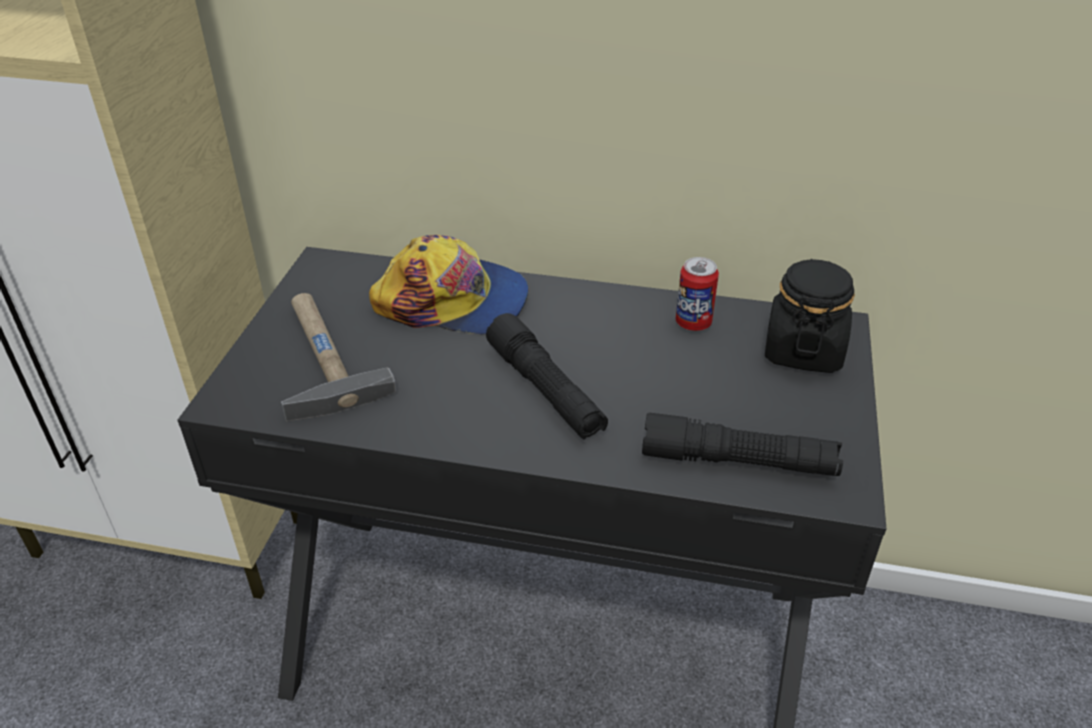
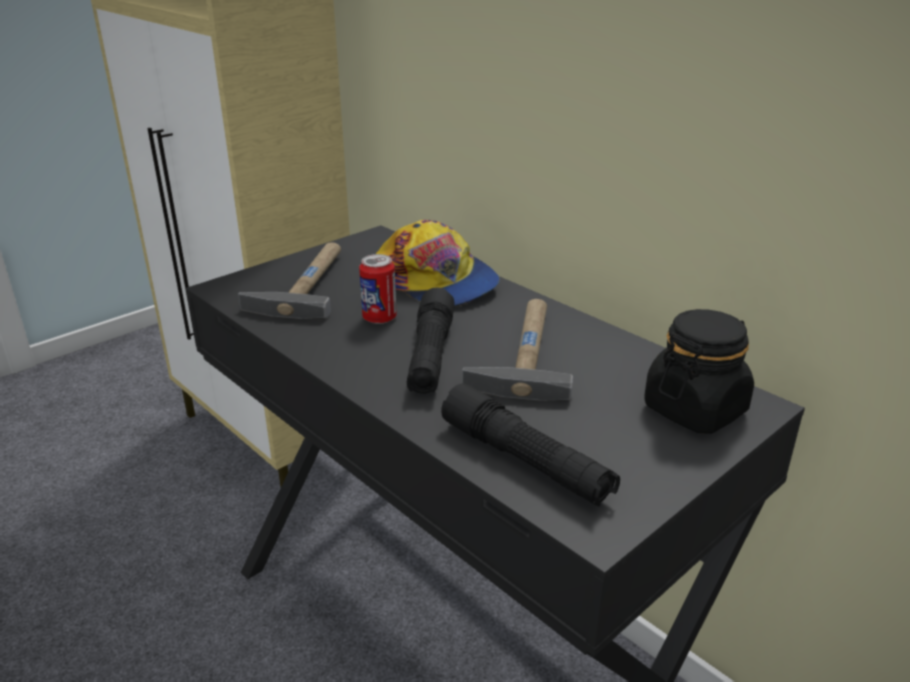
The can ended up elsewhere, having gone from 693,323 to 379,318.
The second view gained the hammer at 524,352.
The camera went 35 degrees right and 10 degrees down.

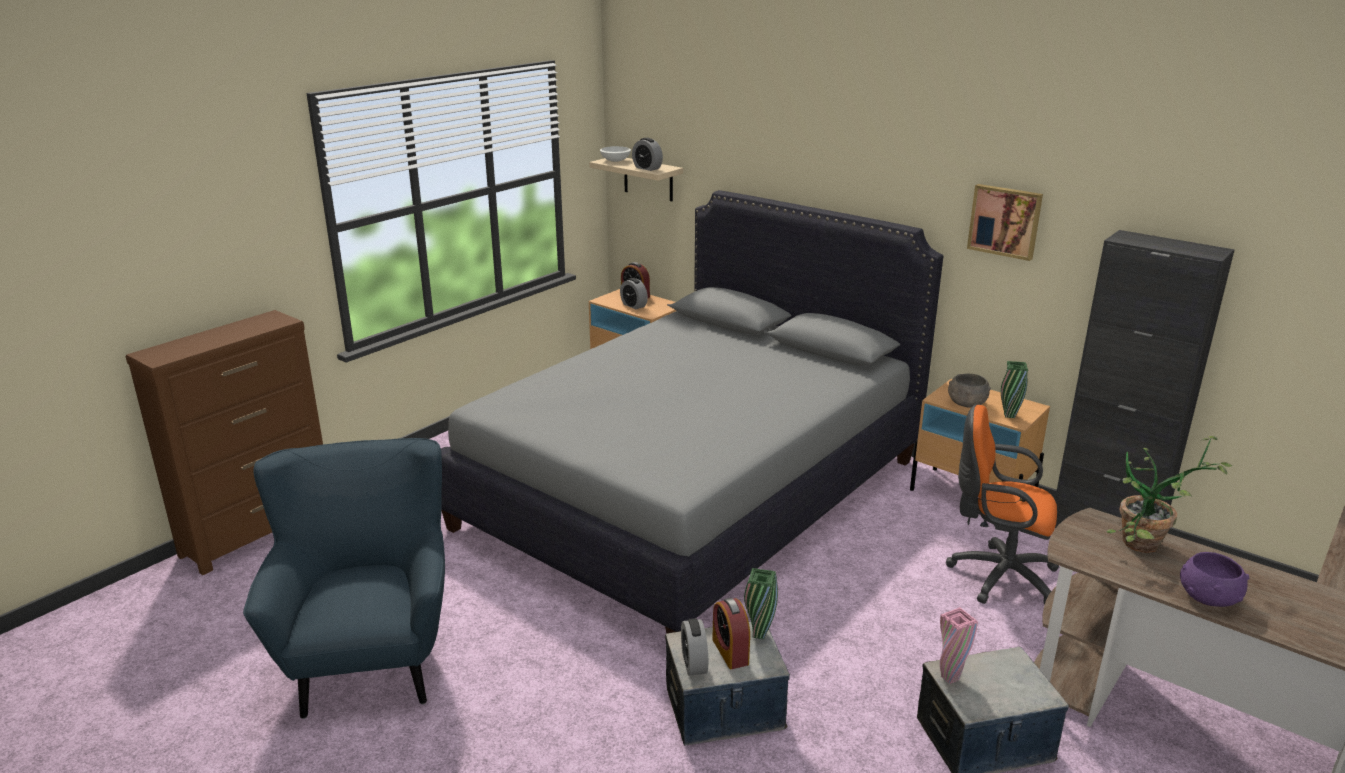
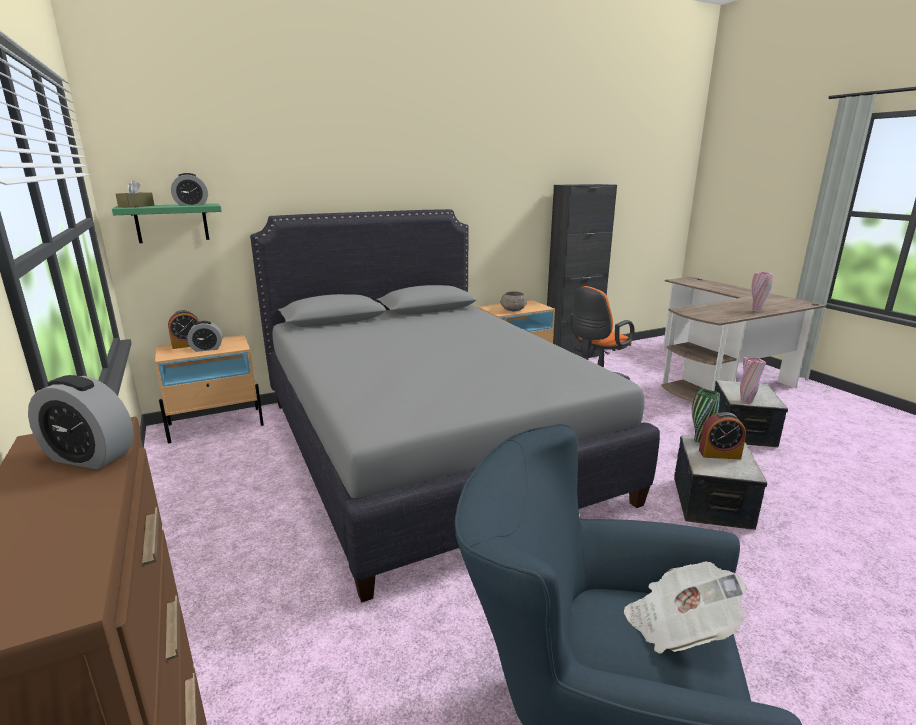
The alarm clock ended up elsewhere, having gone from 694,663 to 90,457.
What was the shelf (beige) at 648,179 turned into the shelf (green) at 172,223.
Where the bowl (white) stood at 616,160, the tissue box (brown) came to stand at 136,206.
The second view gained the newspaper at 678,626.
Where the bowl (purple) stood at 1208,597, the vase (pink) came to stand at 756,310.
The second view lost the picture at 1005,221.
The second view lost the vase (green) at 1009,415.
The second view lost the potted plant at 1146,549.
The camera went 65 degrees left and 5 degrees down.

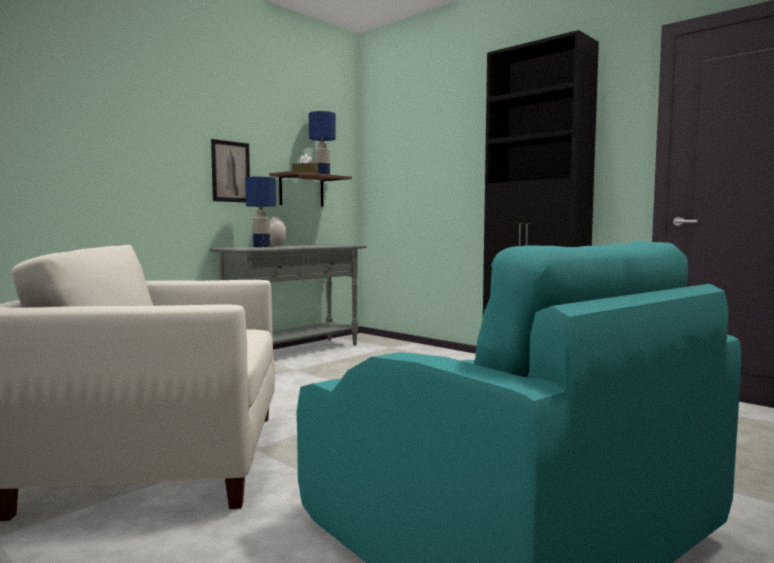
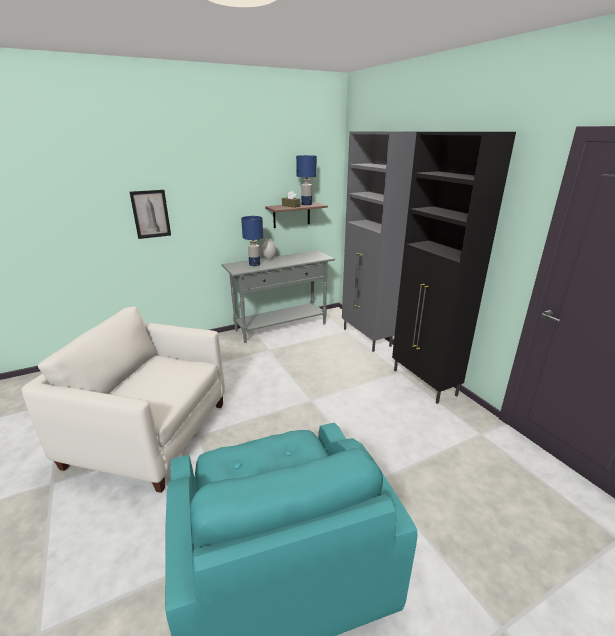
The picture ended up elsewhere, having gone from 230,171 to 151,214.
The second view gained the cabinet (grey) at 366,338.
The camera went 20 degrees right and 20 degrees up.

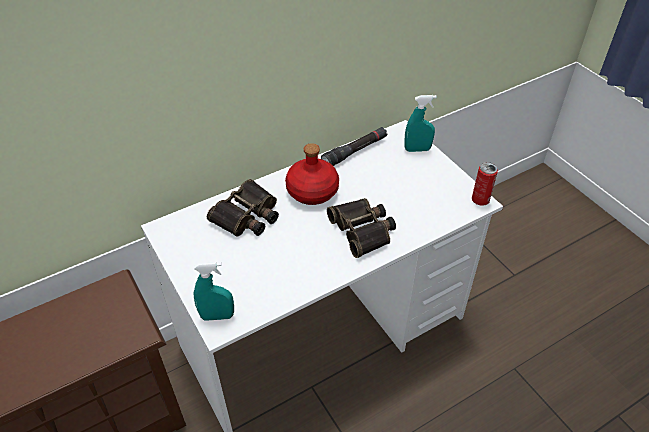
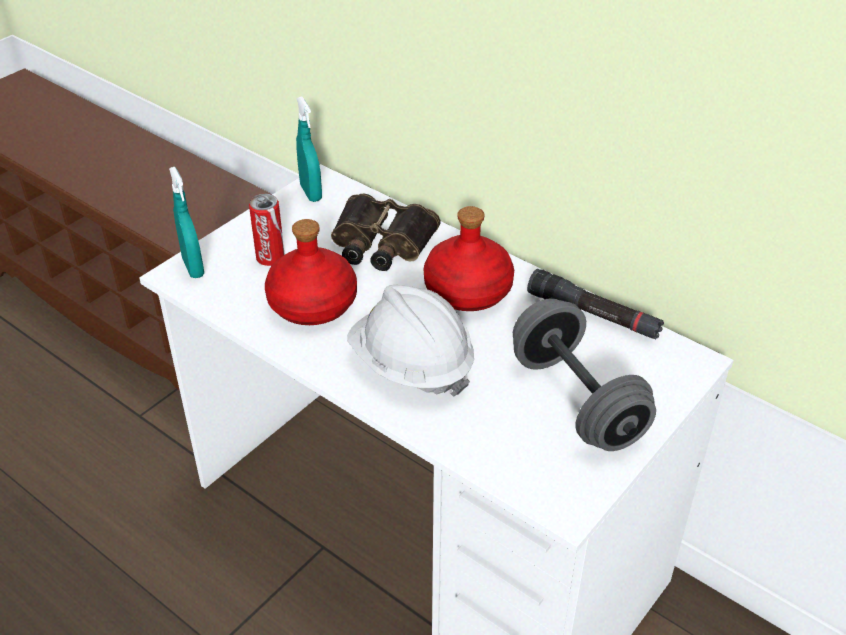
The can ended up elsewhere, having gone from 480,200 to 270,258.
The second view gained the bottle (red) at 311,304.
The spray bottle (turquoise) ended up elsewhere, having gone from 417,149 to 311,193.
Where the binoculars stood at 363,230, the hard hat (white) came to stand at 411,366.
The second view gained the dumbbell (grey) at 577,400.
The camera went 70 degrees right and 5 degrees down.

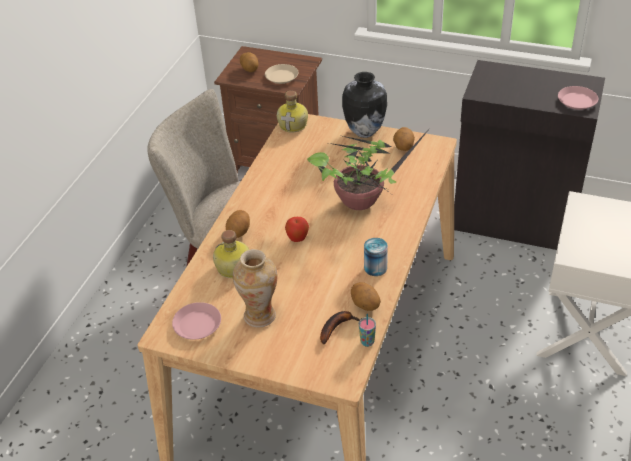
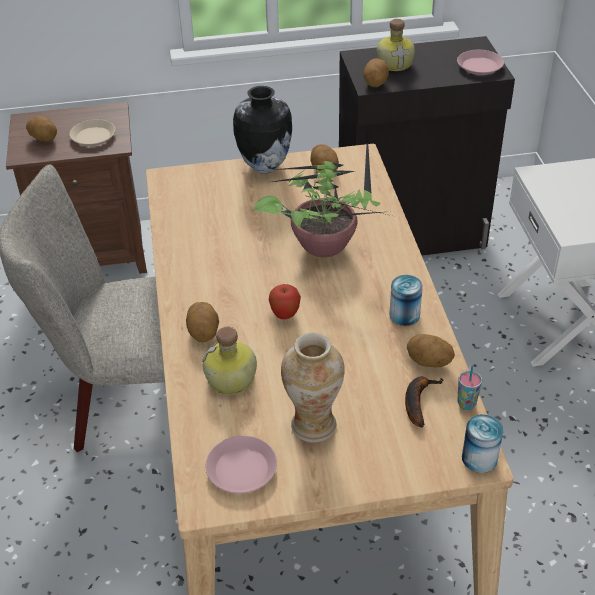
The second view gained the potato at 375,83.
The bottle ended up elsewhere, having gone from 294,125 to 395,63.
The second view gained the can at 479,458.
The camera went 30 degrees left and 0 degrees up.

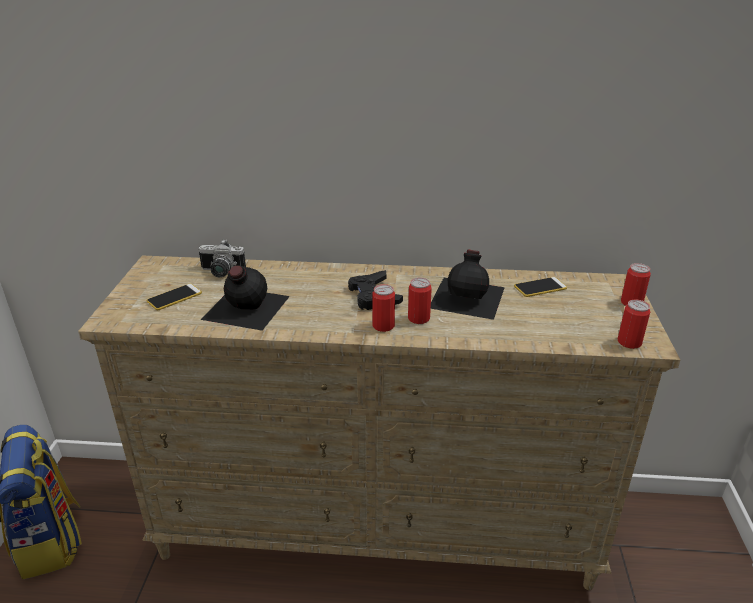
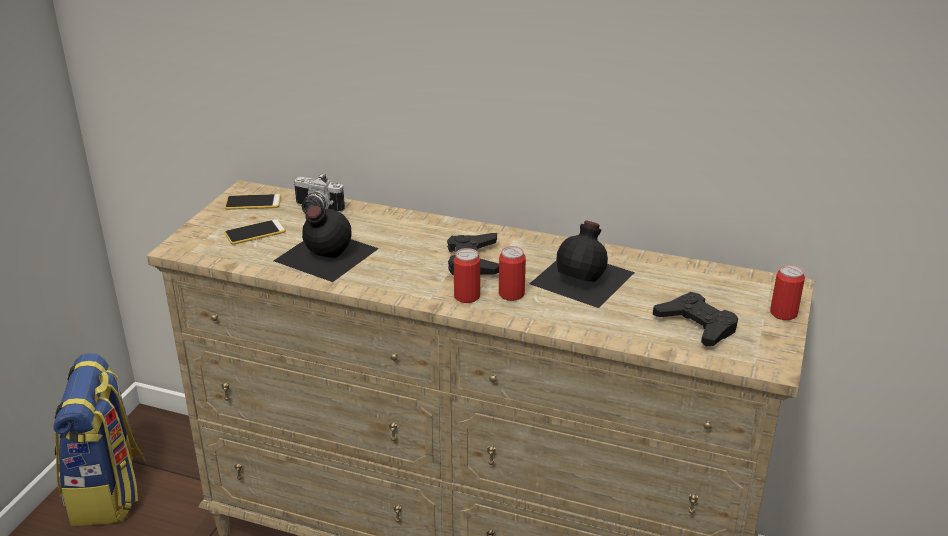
The phone ended up elsewhere, having gone from 540,287 to 253,203.
The second view gained the game controller (black) at 697,325.
The second view lost the can at 629,342.
The camera went 15 degrees right and 0 degrees up.

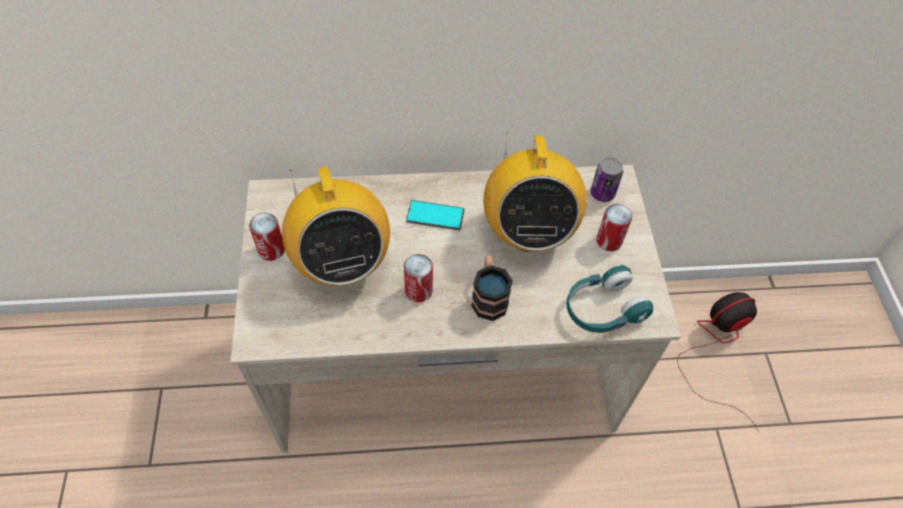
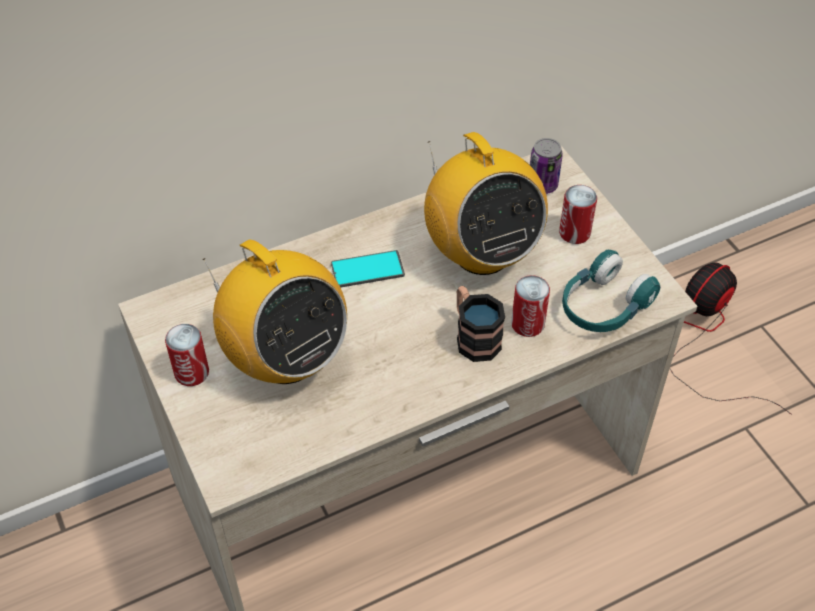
The can ended up elsewhere, having gone from 418,291 to 527,324.
The camera went 20 degrees left and 5 degrees down.

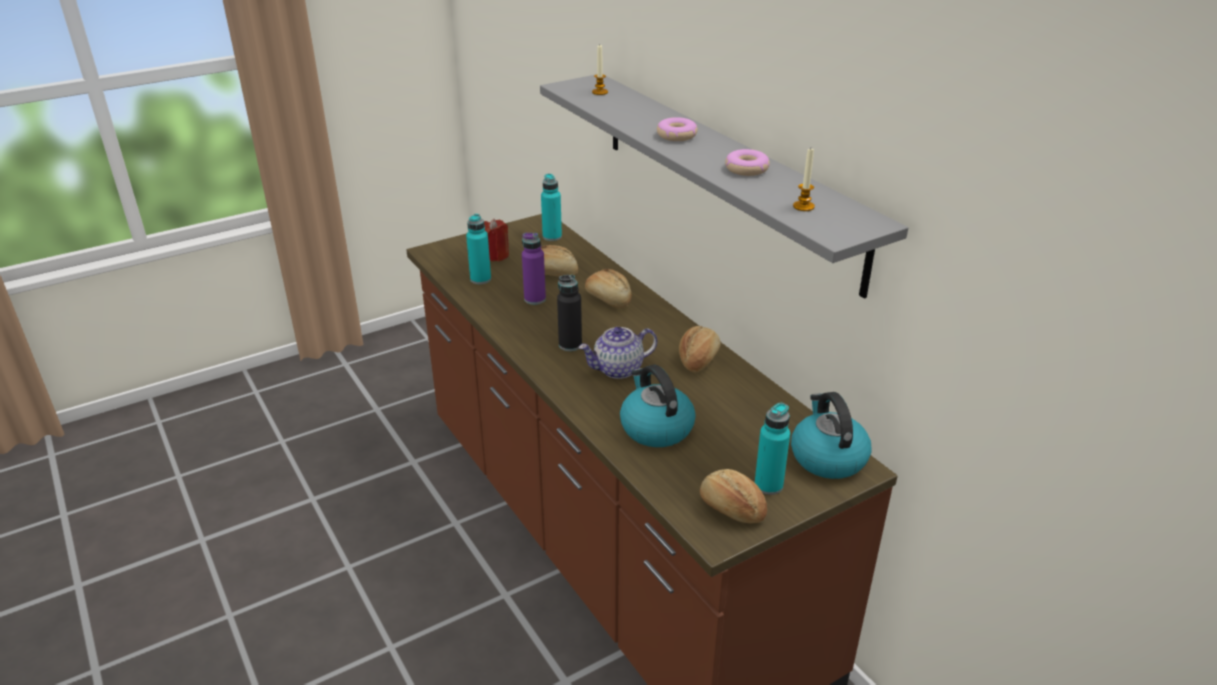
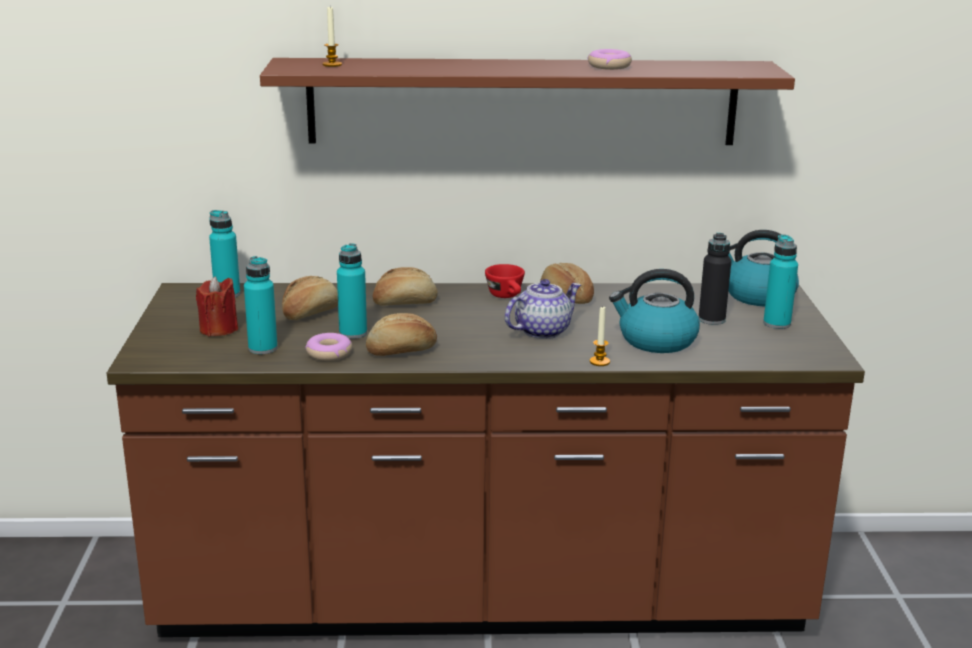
What was the shelf (grey) at 724,174 turned into the shelf (brown) at 522,102.
The donut ended up elsewhere, having gone from 676,135 to 329,353.
What was the bottle (purple) at 535,299 turned into the bottle (turquoise) at 353,333.
The bread ended up elsewhere, having gone from 731,509 to 402,351.
The second view gained the cup (red) at 507,296.
The teapot at 618,369 ended up facing another way, 135 degrees counterclockwise from before.
The candle ended up elsewhere, having gone from 803,206 to 599,362.
The bottle (black) ended up elsewhere, having gone from 570,345 to 711,319.
The camera went 60 degrees left and 10 degrees down.

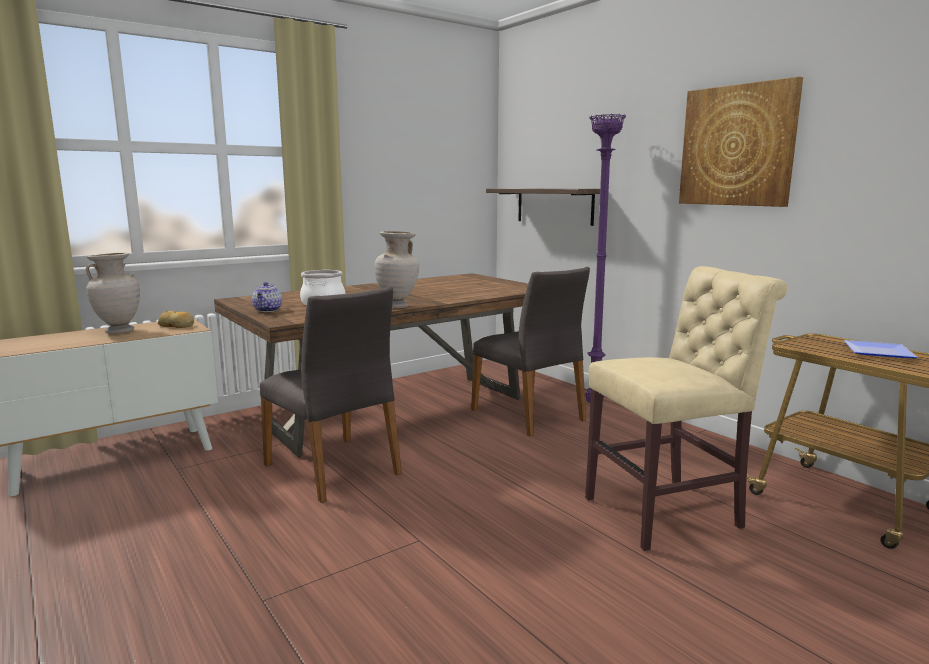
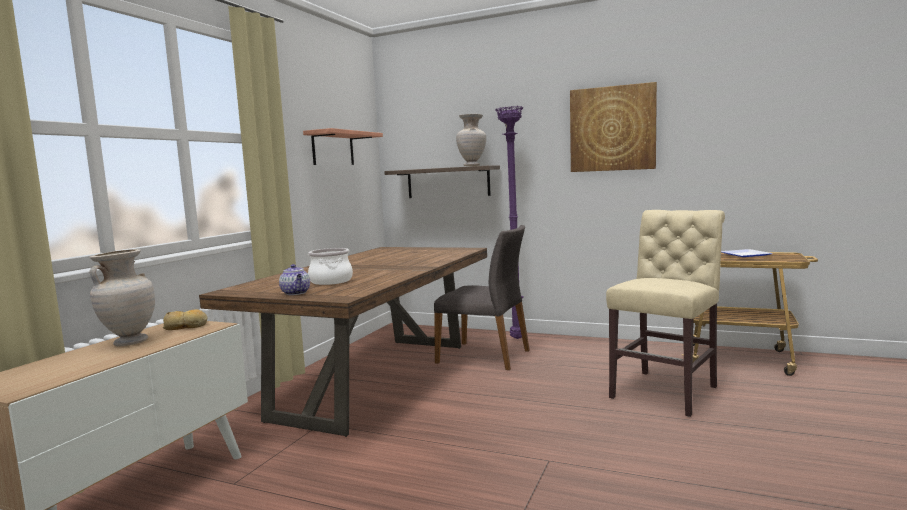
The second view gained the shelf at 333,149.
The vase (beige) ended up elsewhere, having gone from 397,306 to 472,166.
The second view lost the chair (grey) at 334,469.
The camera went 30 degrees left and 5 degrees down.

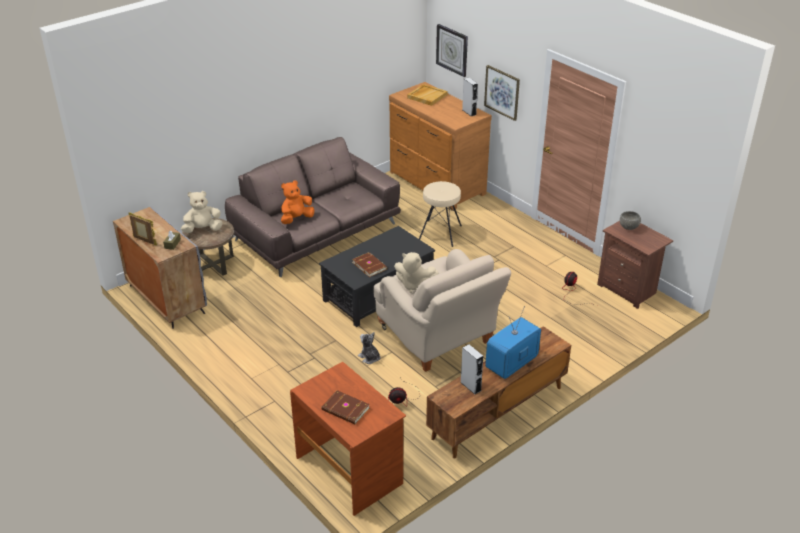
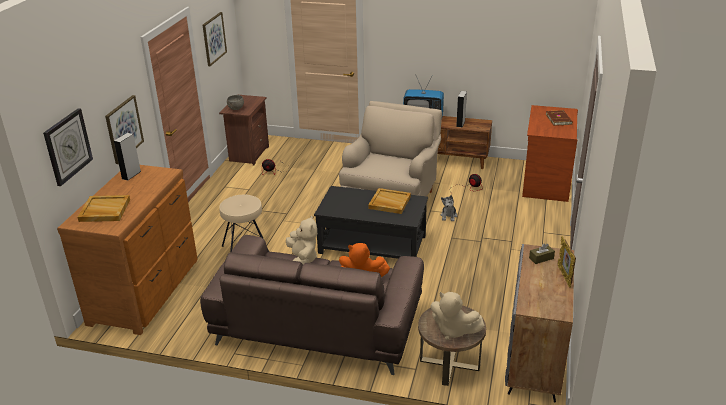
The second view gained the picture at 214,38.
The plush toy (beige) ended up elsewhere, having gone from 414,285 to 302,260.
Where the book (brown) stood at 370,265, the tray (beige) came to stand at 389,202.
The camera went 125 degrees left and 5 degrees down.

